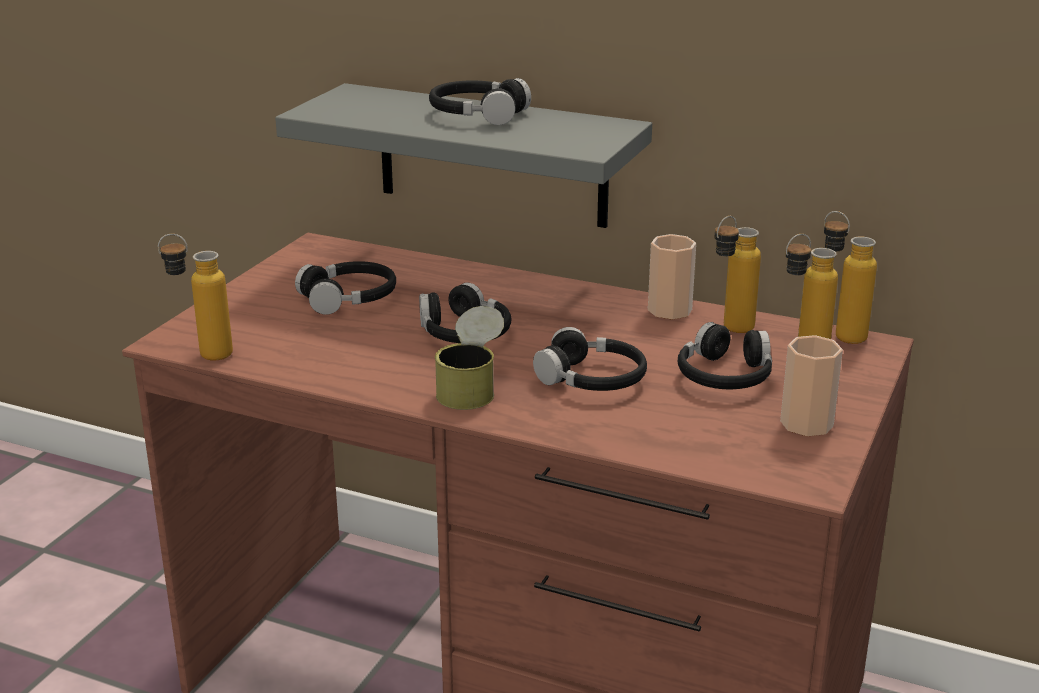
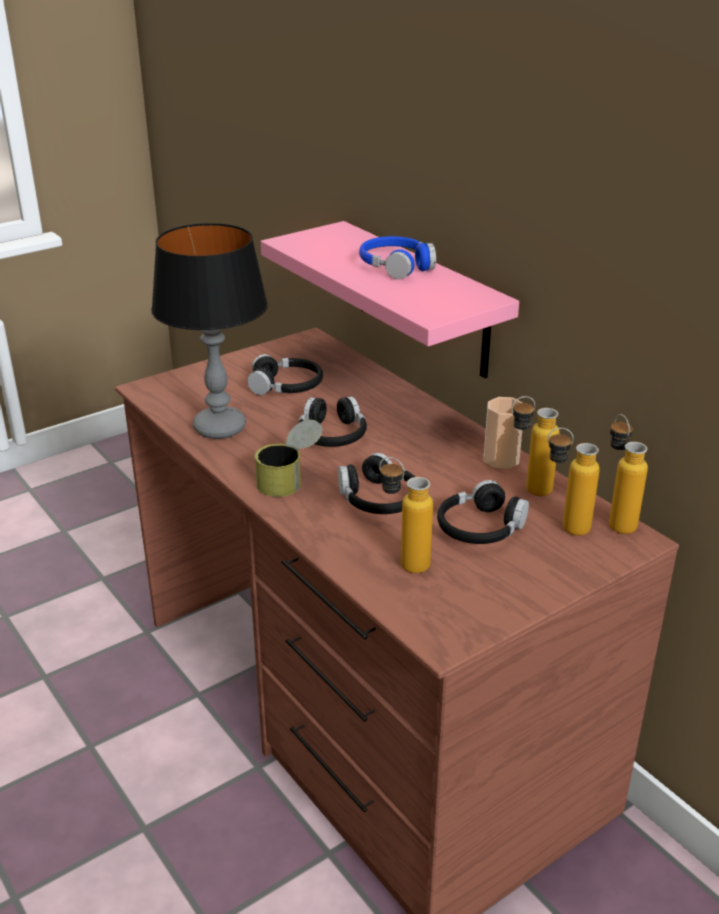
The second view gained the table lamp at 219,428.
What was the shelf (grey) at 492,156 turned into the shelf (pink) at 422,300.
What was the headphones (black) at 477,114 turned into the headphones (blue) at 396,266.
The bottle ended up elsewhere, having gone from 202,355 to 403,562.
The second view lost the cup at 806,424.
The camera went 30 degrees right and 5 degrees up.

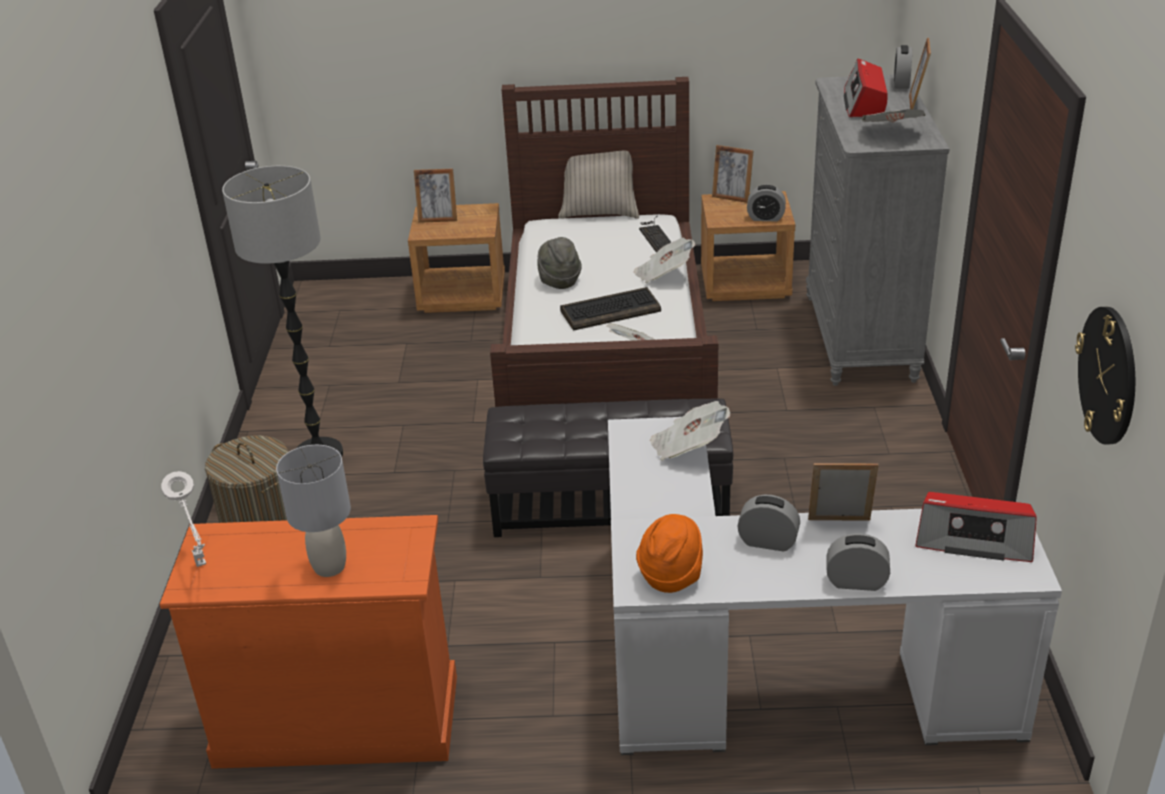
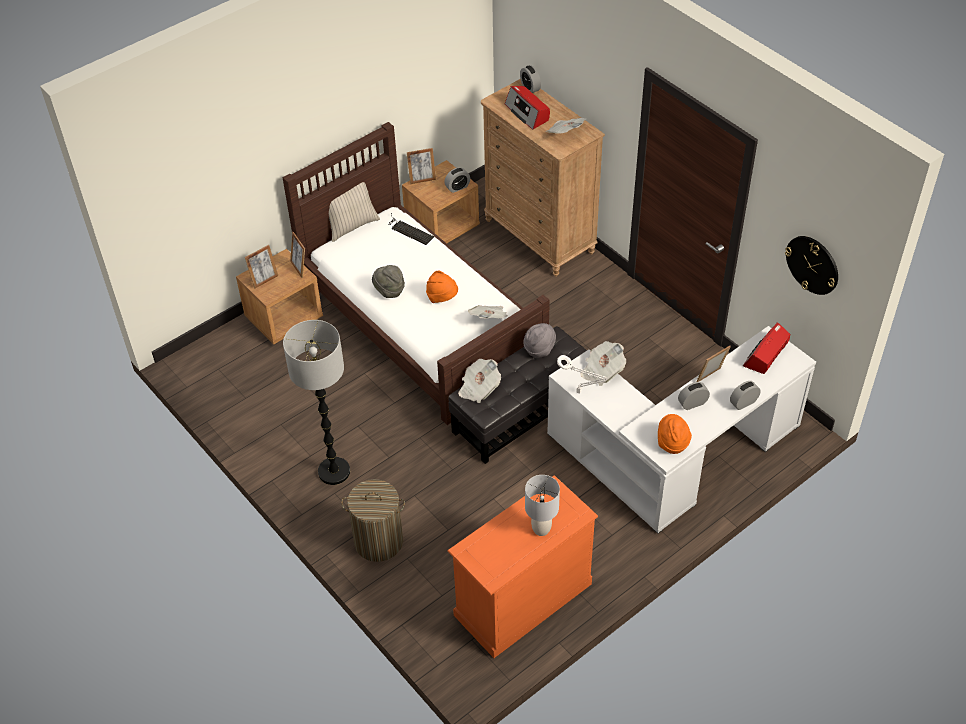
The picture frame ended up elsewhere, having gone from 916,103 to 299,268.
Where the keyboard stood at 611,311, the hat (orange) came to stand at 442,298.
The newspaper ended up elsewhere, having gone from 663,274 to 479,388.
What was the dresser (grey) at 860,338 turned into the dresser (brown) at 540,236.
The second view gained the hat (grey) at 539,349.
The table lamp (white) ended up elsewhere, having gone from 201,566 to 580,392.
The radio at 974,539 ended up facing another way, 150 degrees clockwise from before.
The camera went 40 degrees left and 15 degrees up.

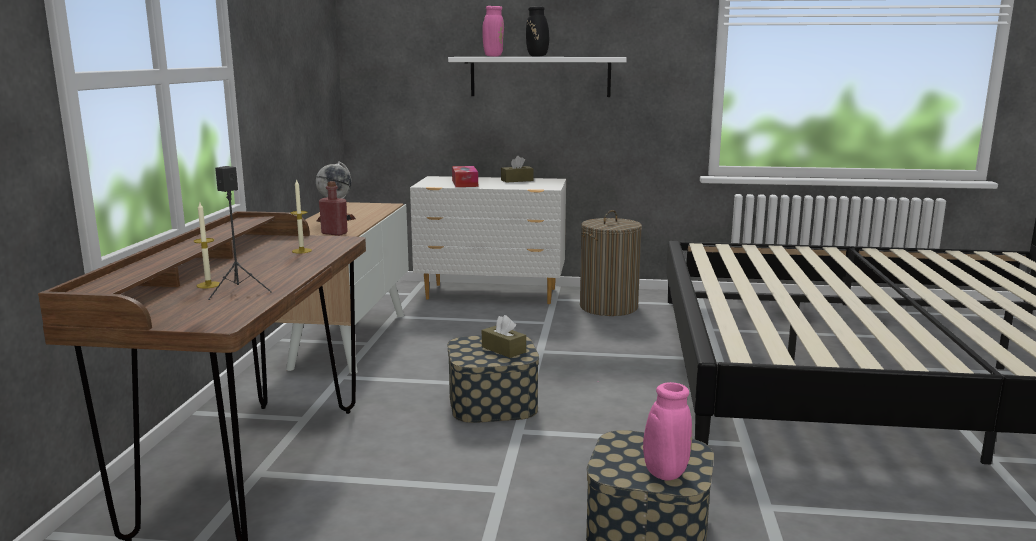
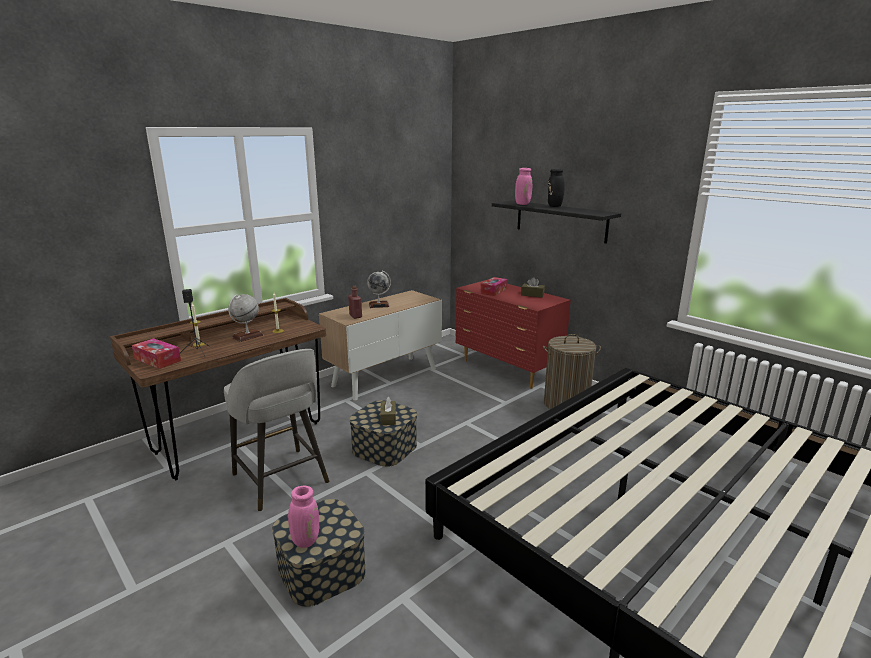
The second view gained the tissue box at 157,360.
The second view gained the stool (grey) at 281,480.
The second view gained the globe at 247,336.
What was the dresser (white) at 492,294 turned into the dresser (red) at 507,369.
What was the shelf (white) at 540,76 turned into the shelf (black) at 560,221.
The camera went 40 degrees right and 5 degrees up.

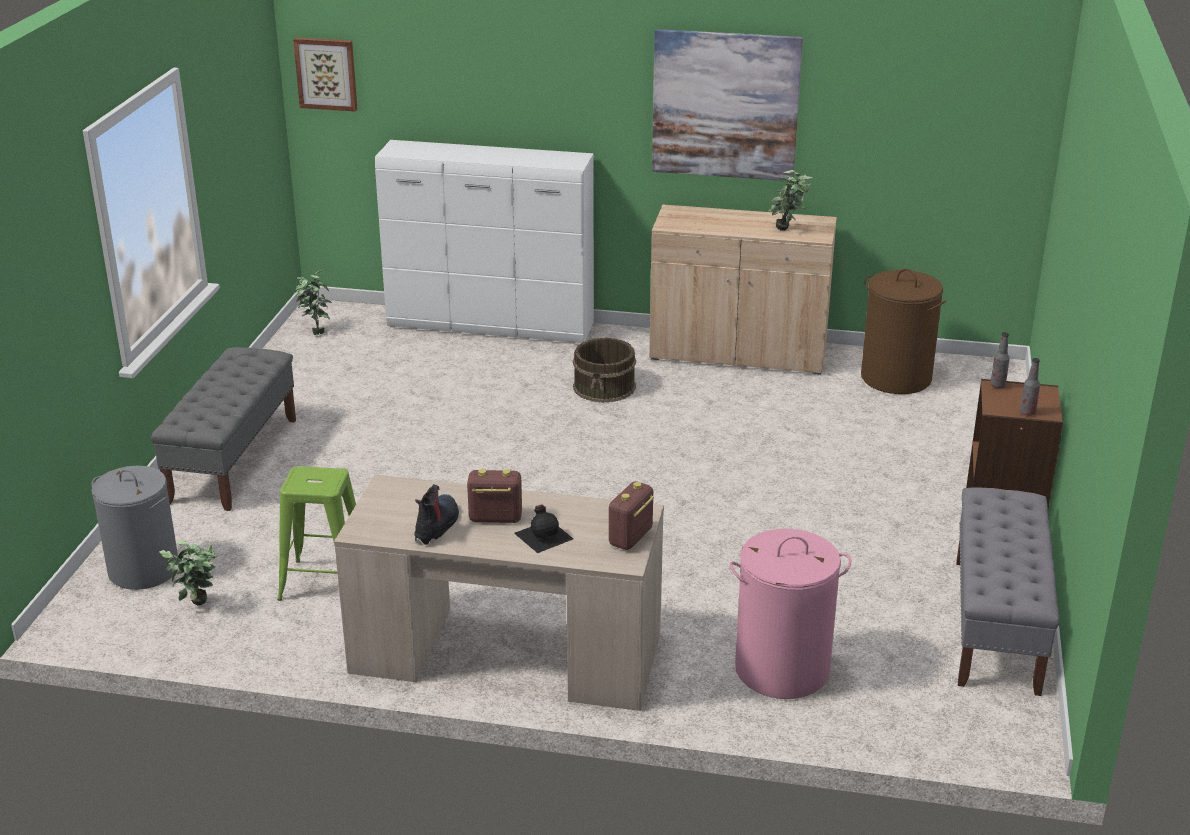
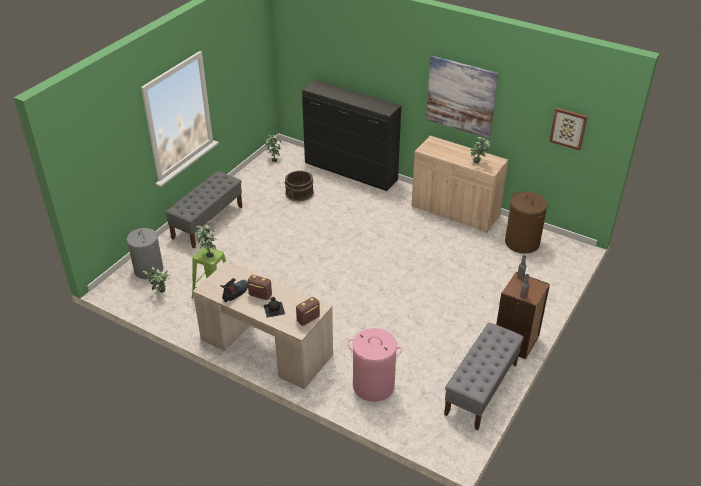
The second view gained the potted plant at 208,254.
The bucket (brown) ended up elsewhere, having gone from 605,387 to 299,193.
What was the dresser (white) at 491,327 turned into the dresser (black) at 351,172.
The picture ended up elsewhere, having gone from 326,73 to 568,128.
The camera went 20 degrees right and 10 degrees up.

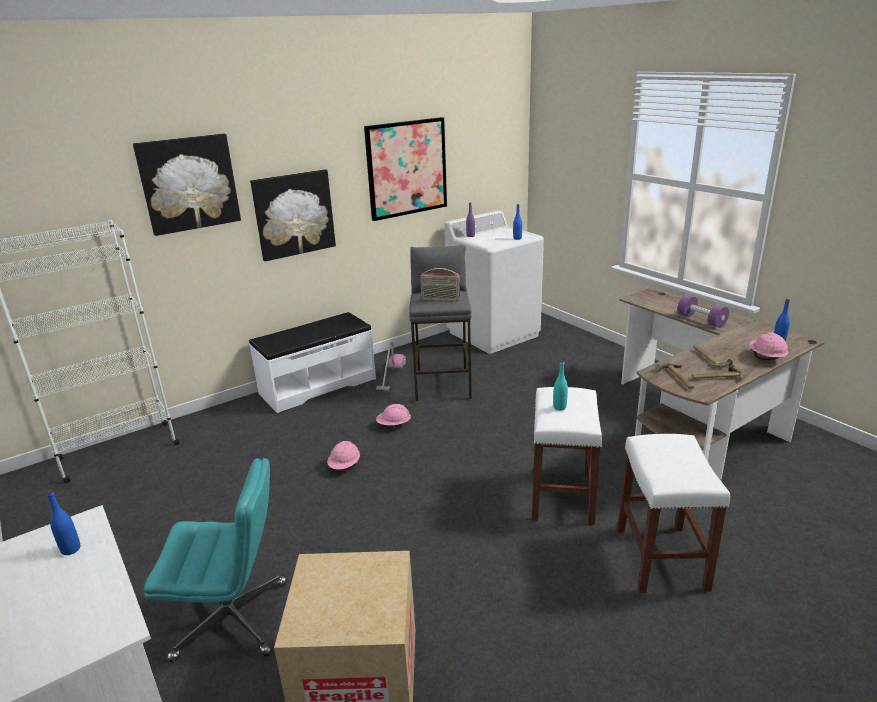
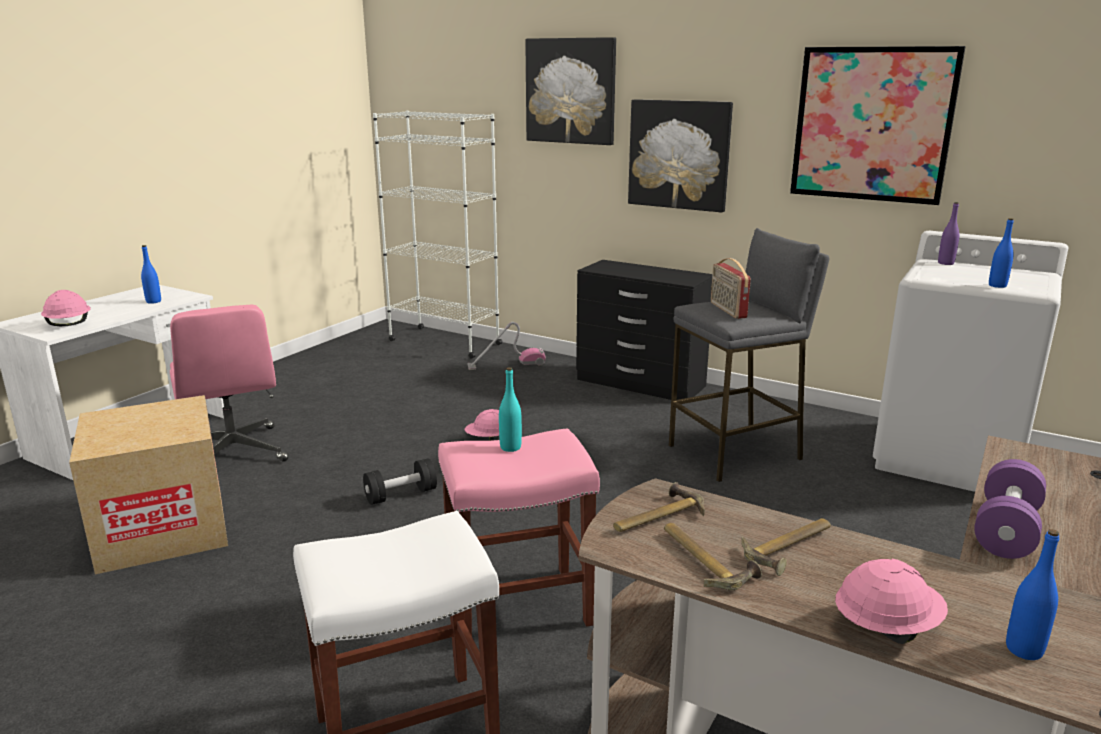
The hard hat (pink) ended up elsewhere, having gone from 394,425 to 68,324.
What was the office chair (turquoise) at 233,619 turned into the office chair (pink) at 234,453.
The second view gained the dumbbell (black) at 401,495.
What was the stool (white) at 561,496 turned into the stool (pink) at 520,605.
The vacuum cleaner ended up elsewhere, having gone from 391,375 to 506,364.
Where the bench (white) stood at 317,385, the dresser (black) came to stand at 640,383.
The camera went 65 degrees right and 5 degrees down.

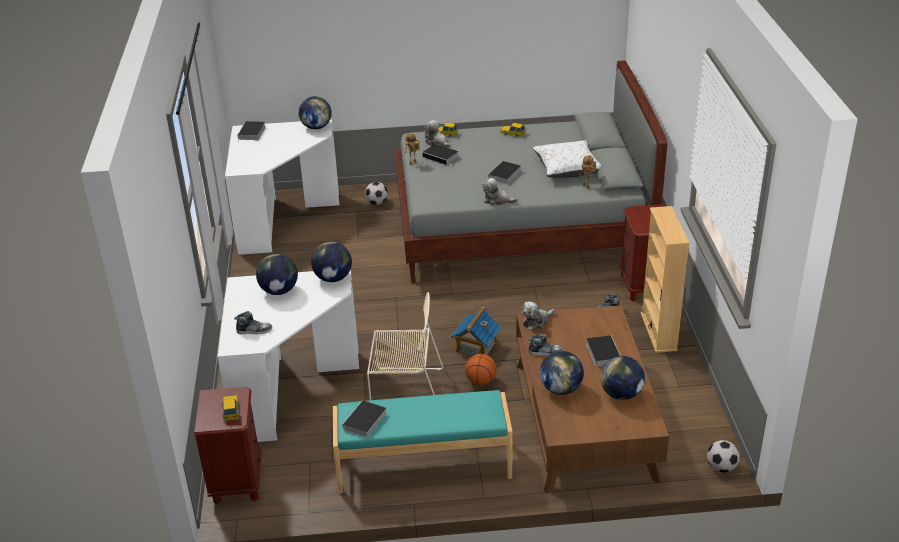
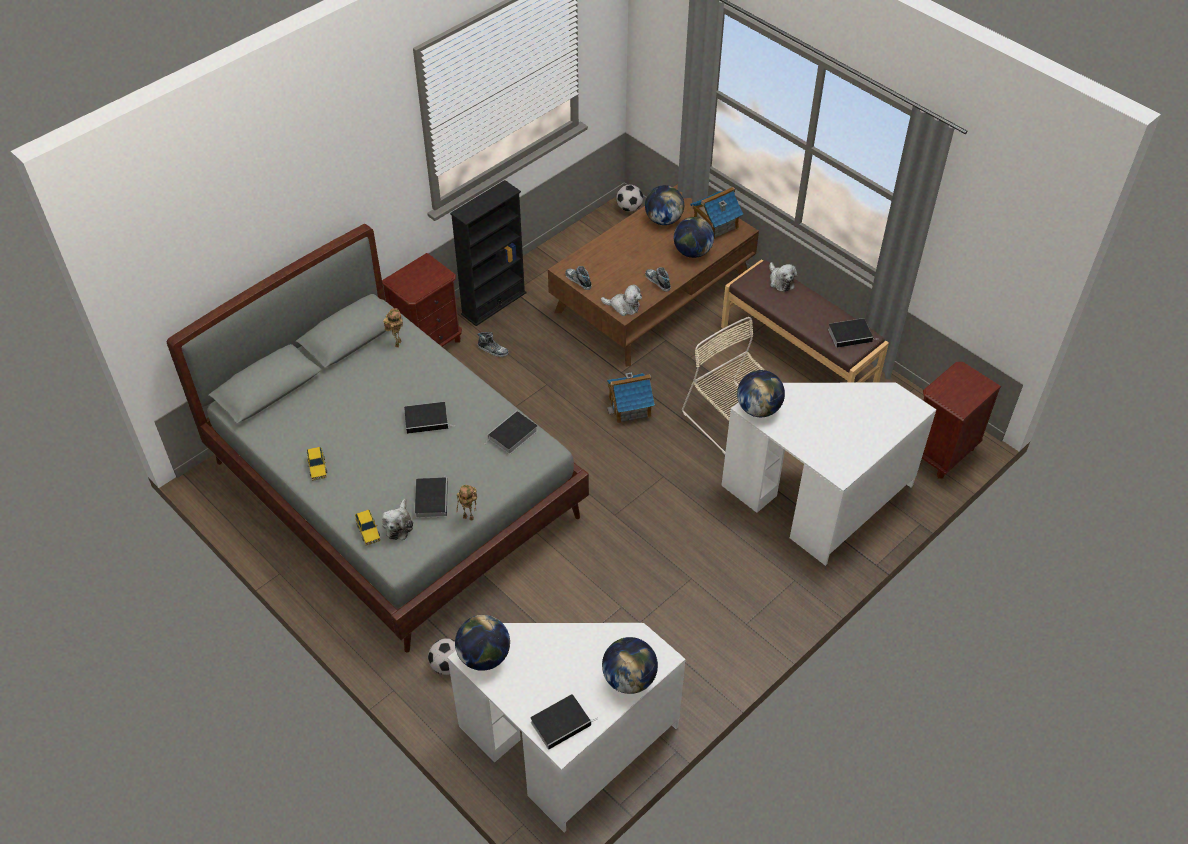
What was the bookcase (beige) at 658,331 turned into the bookcase (black) at 493,303.
The book ended up elsewhere, having gone from 602,352 to 512,436.
The shoe ended up elsewhere, having gone from 254,330 to 578,281.
The globe ended up elsewhere, having gone from 279,291 to 629,678.
The second view gained the toy house at 715,224.
What was the bench (turquoise) at 423,466 turned into the bench (brown) at 799,354.
The plush toy ended up elsewhere, having gone from 497,200 to 780,281.
The second view lost the toy car at 231,410.
The second view lost the basketball at 480,381.
The second view lost the pillow (white) at 567,168.
The camera went 130 degrees left and 15 degrees up.

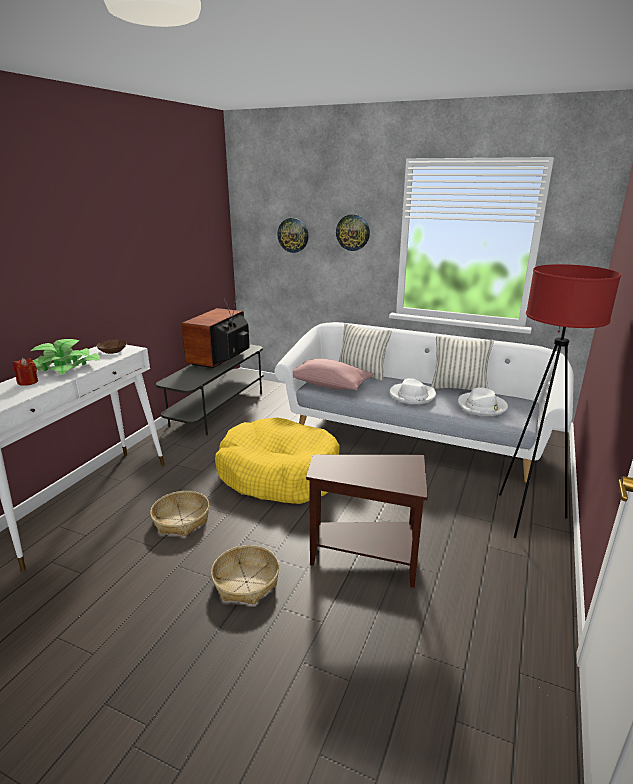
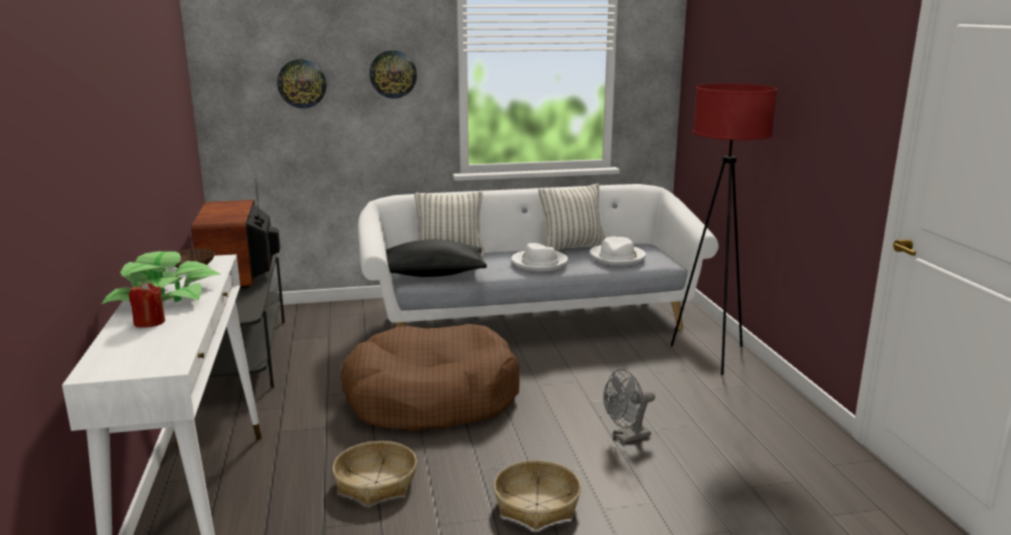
What was the dog bed (yellow) at 279,474 turned into the dog bed (brown) at 431,398.
What was the pillow (pink) at 329,385 turned into the pillow (black) at 431,274.
Where the side table (brown) stood at 368,559, the fan (grey) came to stand at 627,437.
The camera went 35 degrees left and 5 degrees down.

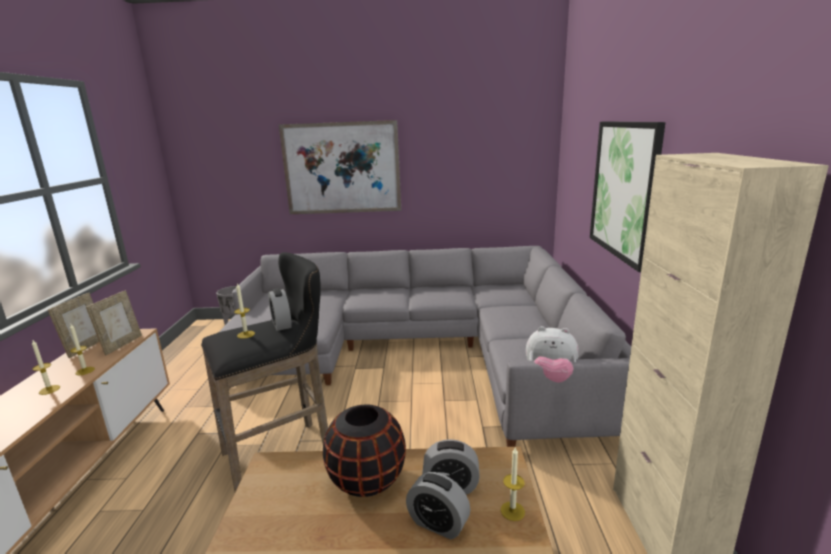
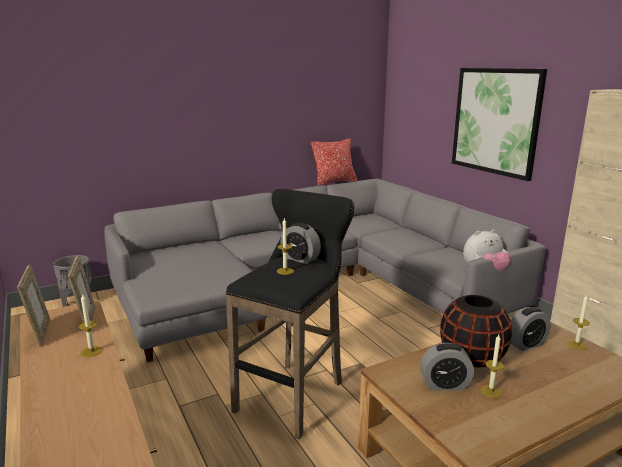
The second view gained the pillow at 334,182.
The alarm clock ended up elsewhere, having gone from 438,524 to 445,385.
The candle ended up elsewhere, having gone from 49,390 to 491,391.
The second view lost the picture at 342,168.
The camera went 30 degrees left and 0 degrees up.

